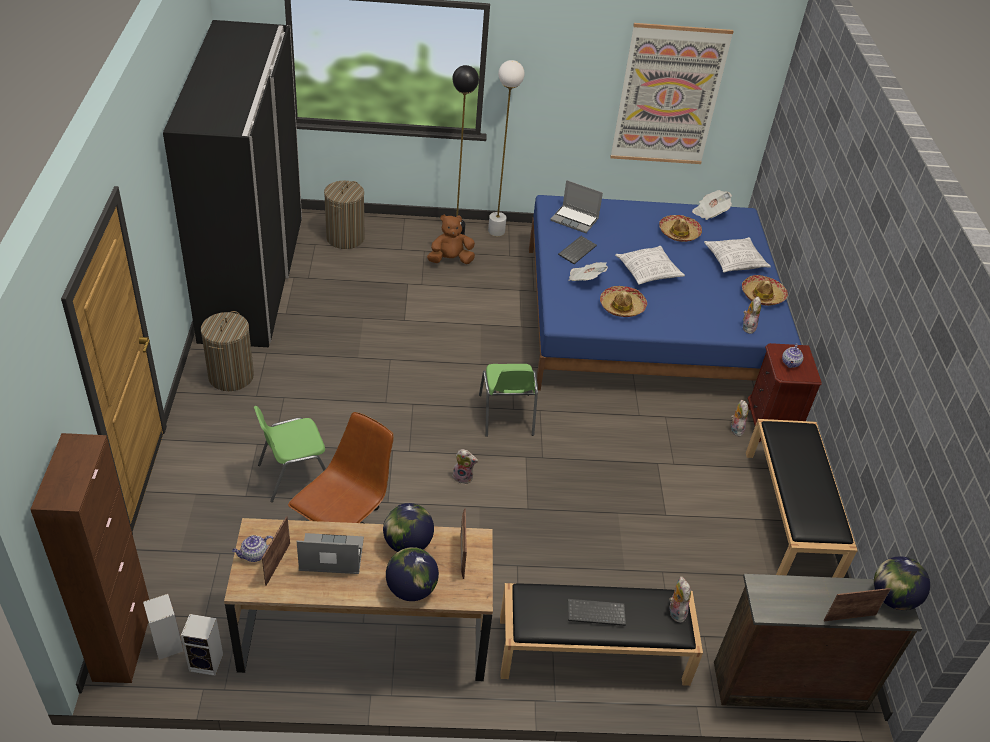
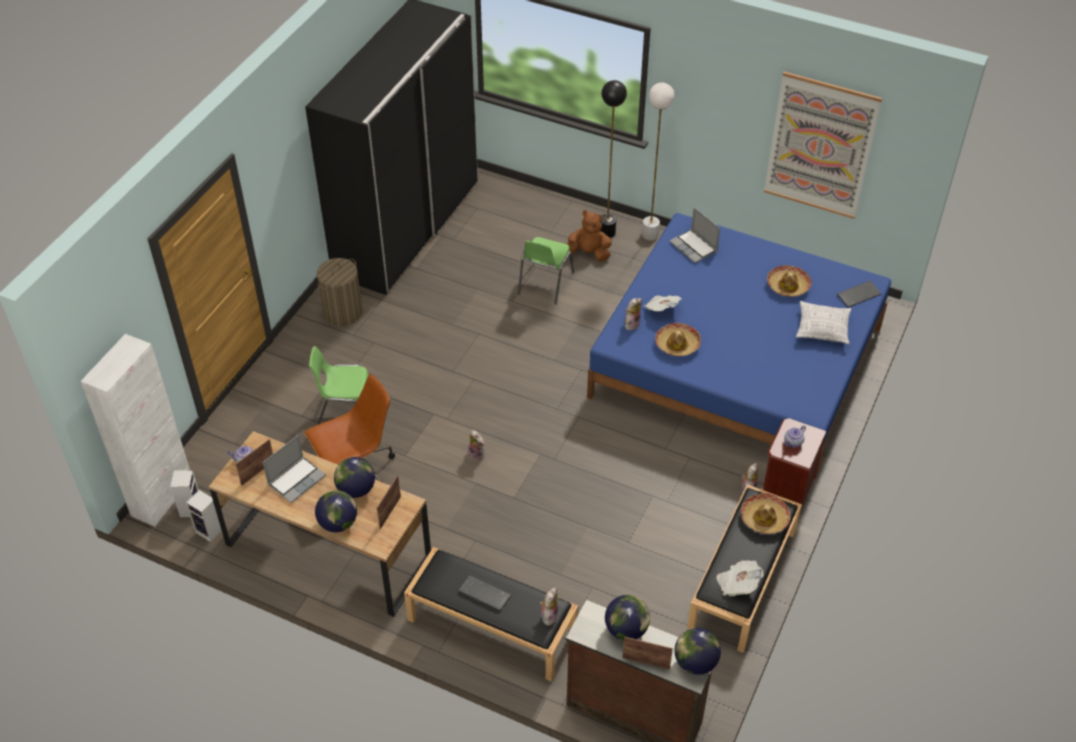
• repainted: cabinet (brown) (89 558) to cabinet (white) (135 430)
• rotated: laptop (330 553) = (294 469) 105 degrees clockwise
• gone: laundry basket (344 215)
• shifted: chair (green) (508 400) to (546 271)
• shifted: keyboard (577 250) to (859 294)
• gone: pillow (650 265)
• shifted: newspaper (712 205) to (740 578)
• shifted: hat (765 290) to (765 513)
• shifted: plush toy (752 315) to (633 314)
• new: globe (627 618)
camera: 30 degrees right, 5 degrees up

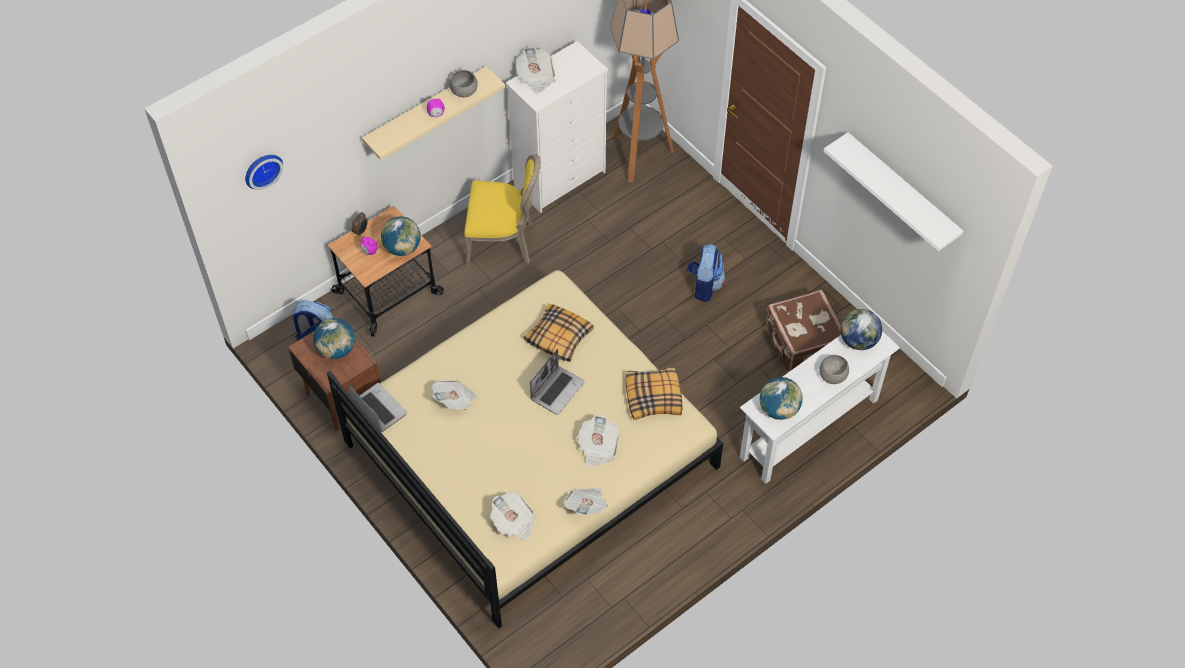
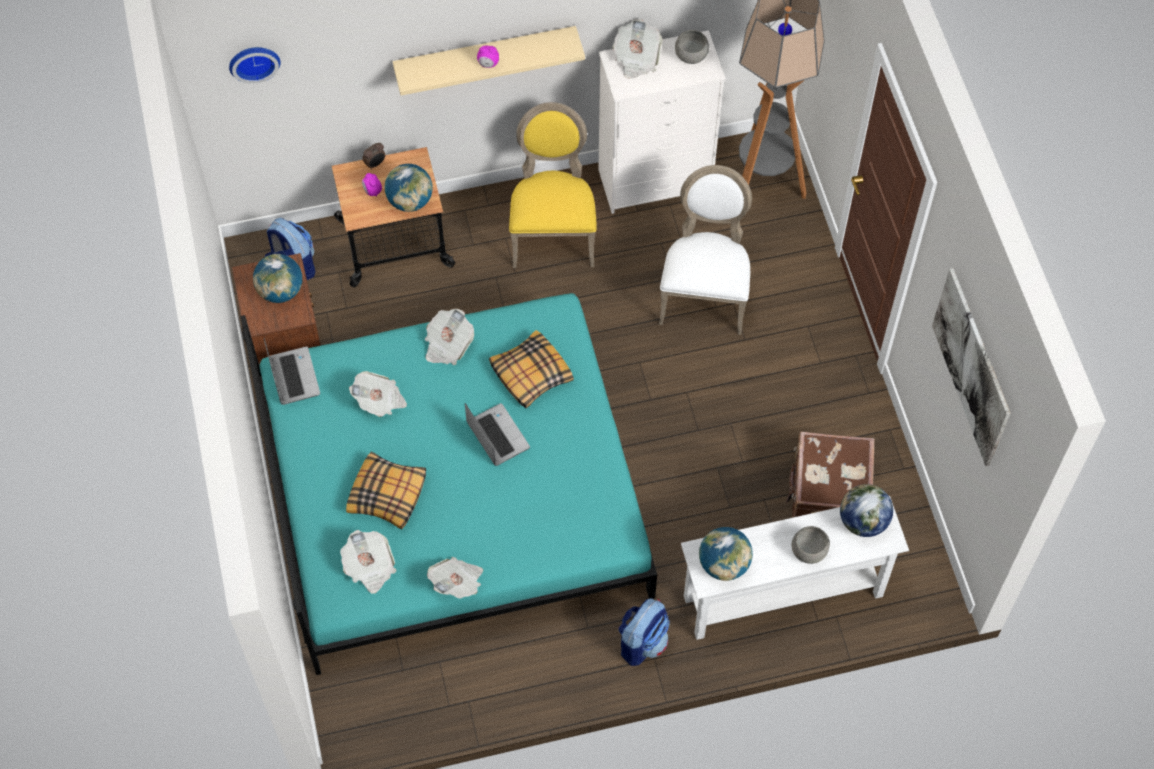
• repainted: bed (beige) (525 449) to bed (turquoise) (448 484)
• shifted: bowl (grey) (463 83) to (692 47)
• rotated: chair (yellow) (503 210) = (553 185) 120 degrees counterclockwise
• rotated: laptop (557 382) = (497 434) 90 degrees counterclockwise
• shifted: newspaper (599 441) to (449 337)
• shifted: pillow (654 393) to (386 490)
• shifted: backpack (706 273) to (644 632)
• swapped: shelf (white) (893 191) to picture (971 367)
• new: chair (white) (705 250)
camera: 25 degrees right, 5 degrees up

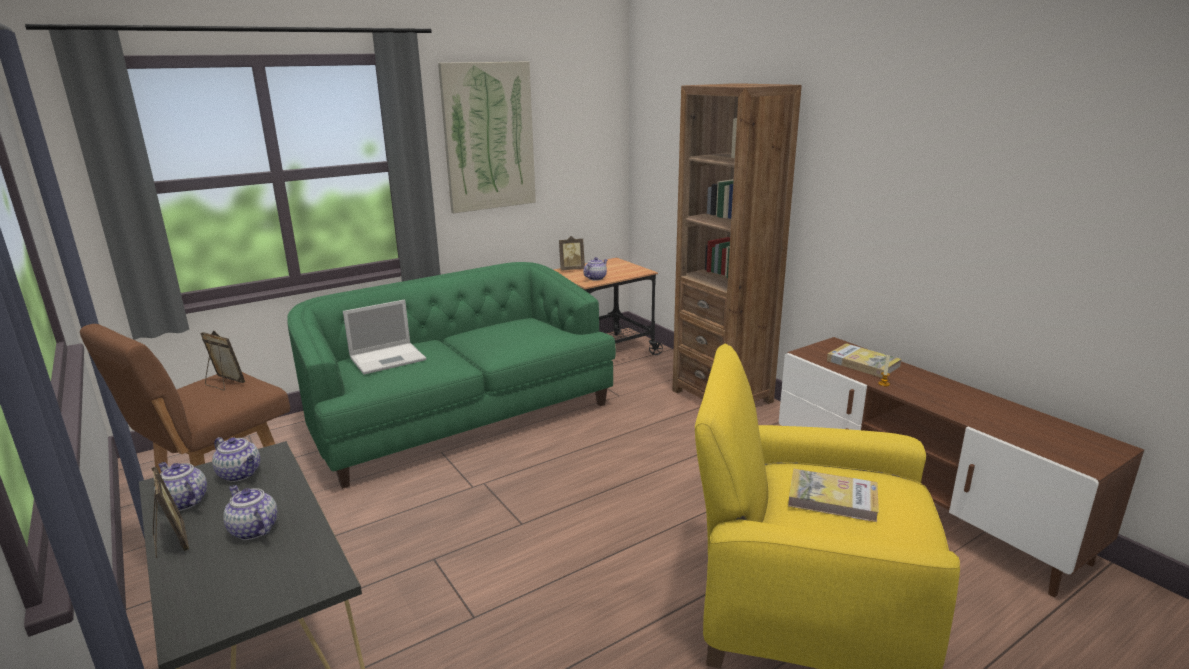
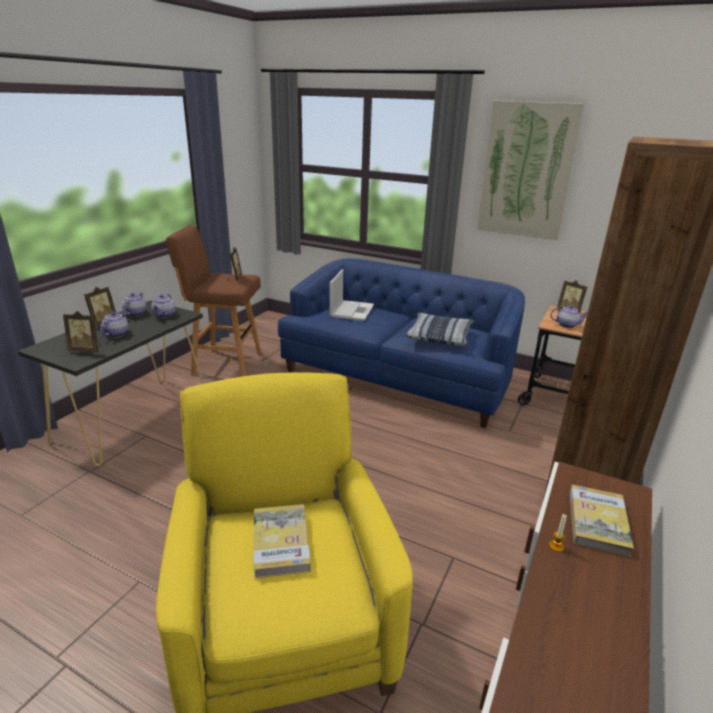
• repainted: sofa (green) (451 375) to sofa (blue) (401 343)
• rotated: laptop (384 337) = (351 295) 105 degrees counterclockwise
• new: picture frame (82 331)
• new: pillow (439 329)
camera: 60 degrees right, 5 degrees up

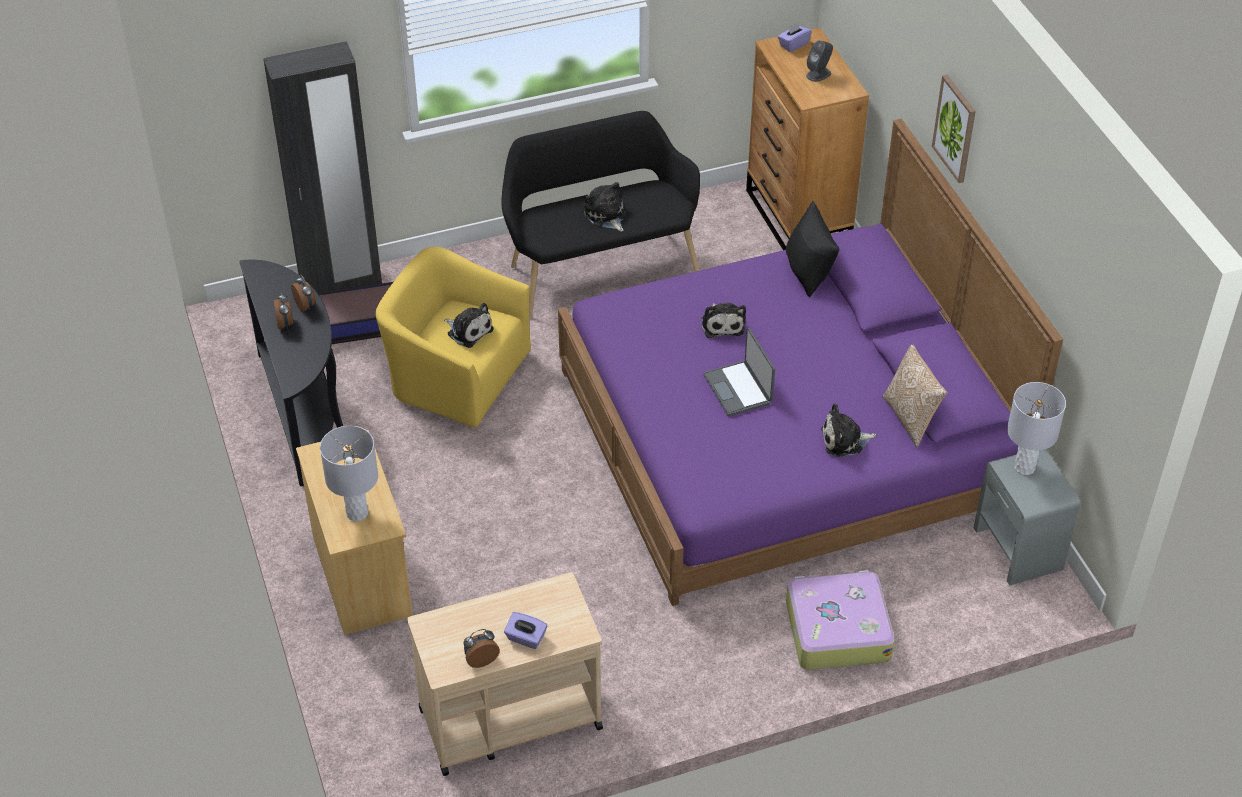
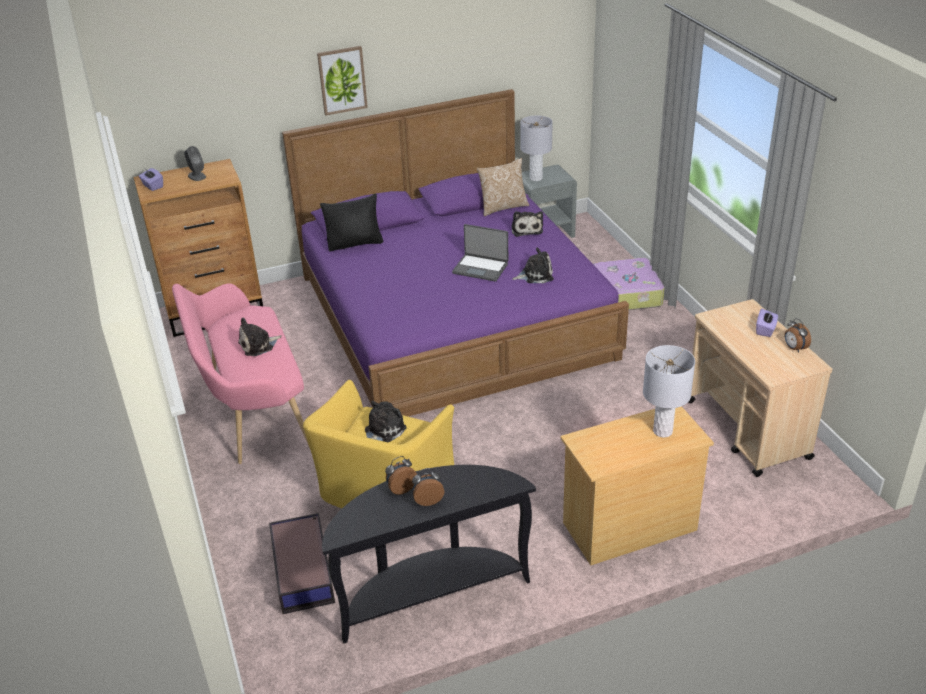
• gone: wardrobe (black) (322 167)
• repainted: bench (black) (600 215) to bench (pink) (241 373)
• shifted: plush toy (724 320) to (533 265)
• rotated: laptop (739 372) = (480 253) 45 degrees clockwise
camera: 90 degrees left, 10 degrees down

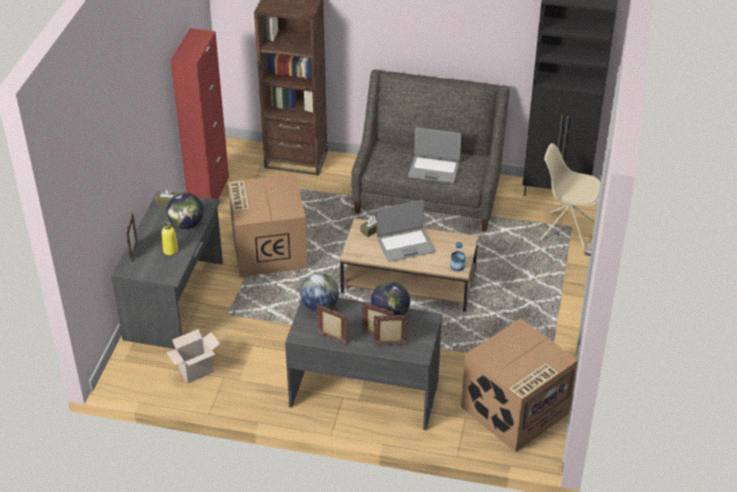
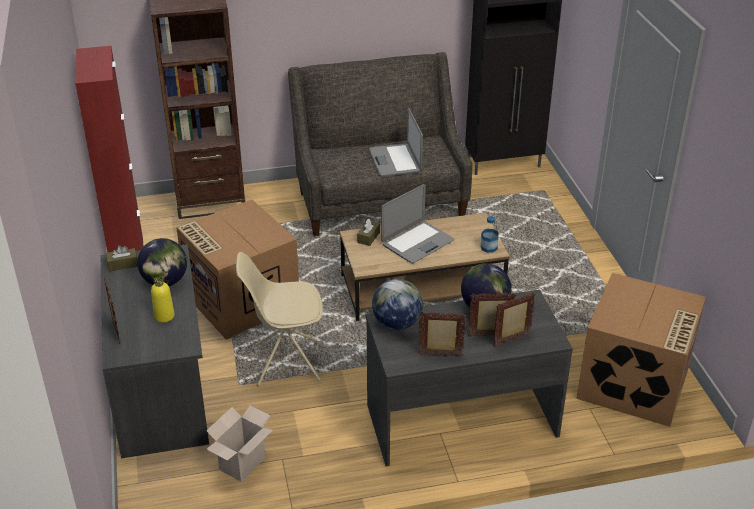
• rotated: laptop (434 155) = (396 142) 90 degrees clockwise
• shifted: chair (beige) (570 196) to (279 319)
camera: 25 degrees left, 5 degrees down

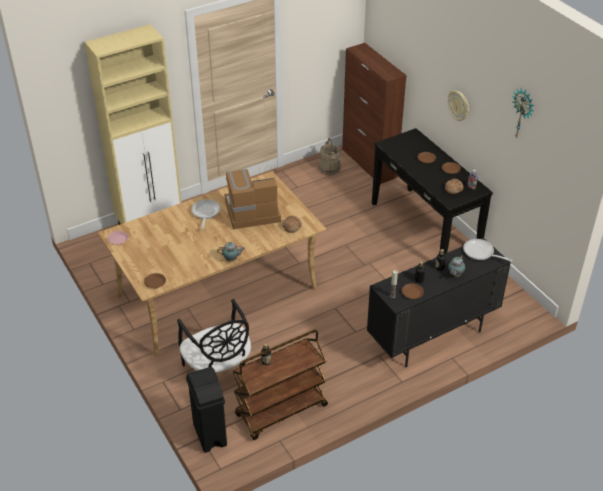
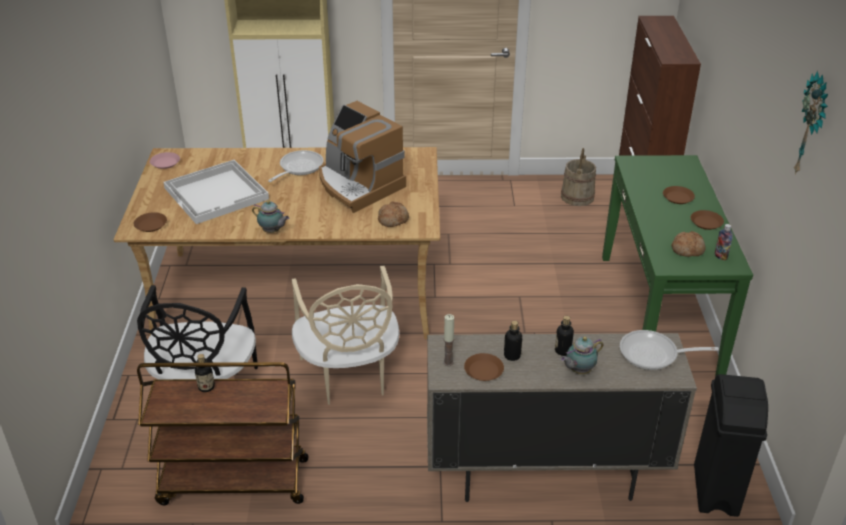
• shifted: trash can (black) (206 410) to (731 445)
• rotated: coffee machine (252 199) = (362 157) 150 degrees counterclockwise
• repainted: cabinet (black) (439 302) to cabinet (beige) (562 417)
• repainted: console table (black) (432 191) to console table (green) (677 266)
• gone: wall clock (458 105)
• rotated: frying pan (488 250) = (669 350) 60 degrees counterclockwise
• new: tray (white) (216 192)
• new: chair (beige) (345 335)
camera: 30 degrees right, 5 degrees down

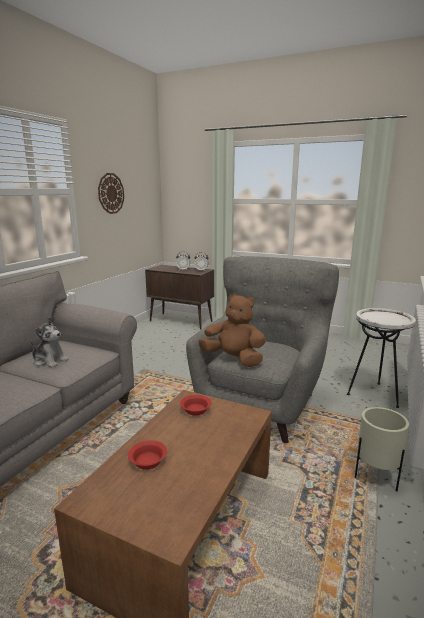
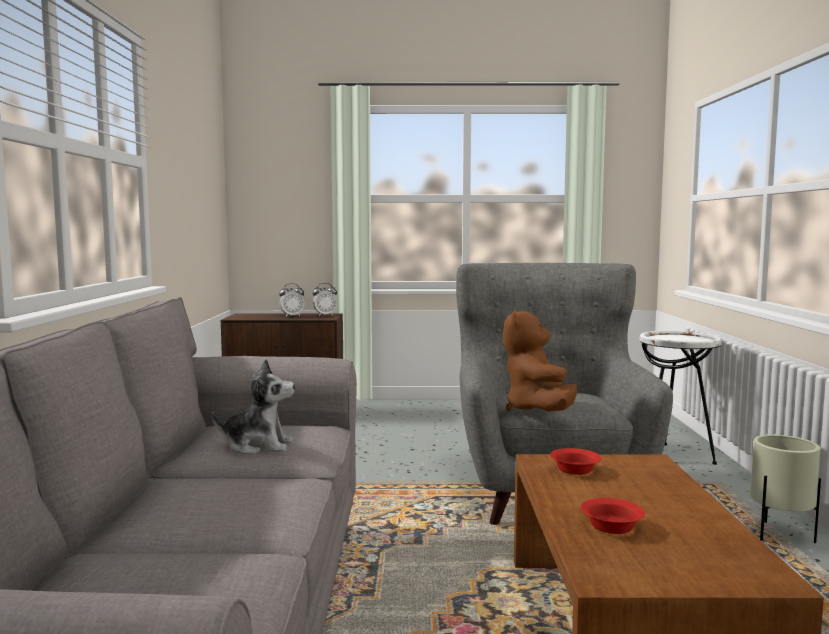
• gone: wall clock (111 193)
• rotated: plush toy (brown) (232 330) = (540 360) 90 degrees counterclockwise
camera: 25 degrees left, 10 degrees down

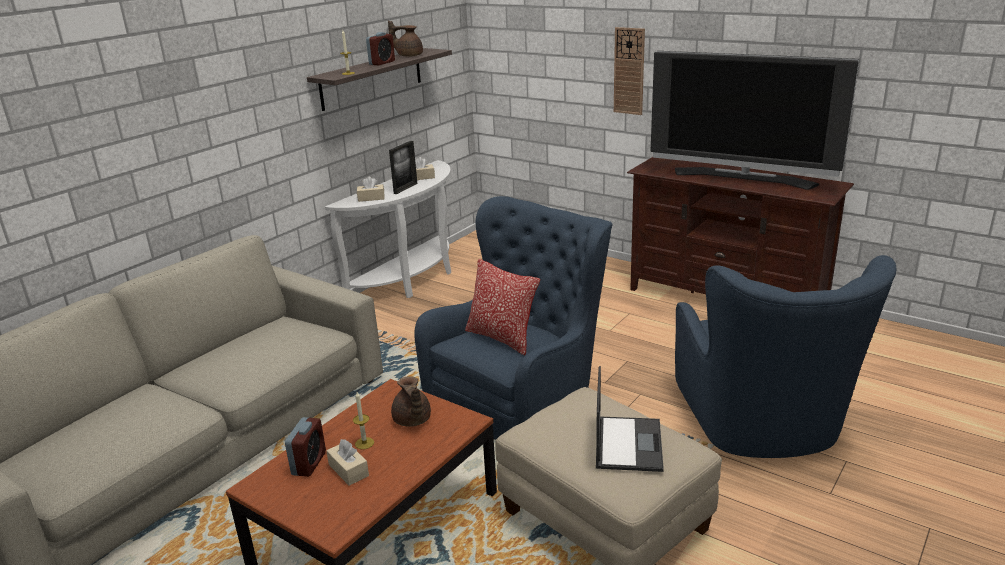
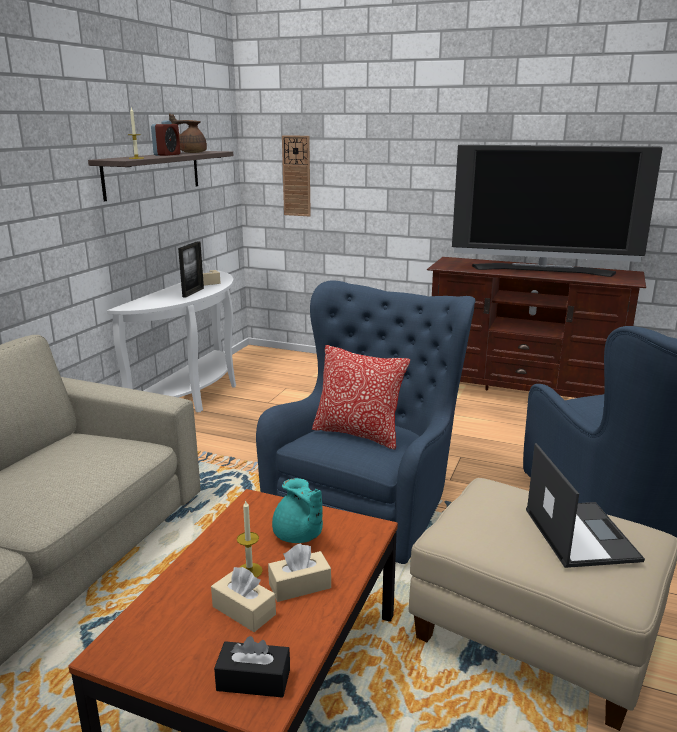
• gone: alarm clock (305 447)
• shifted: tissue box (beige) (370 189) to (299 573)
• repainted: teapot (brown) (411 401) to teapot (turquoise) (297 510)
• shifted: wall clock (629 71) to (296 176)
• new: tissue box (black) (252 667)
camera: 15 degrees left, 5 degrees down

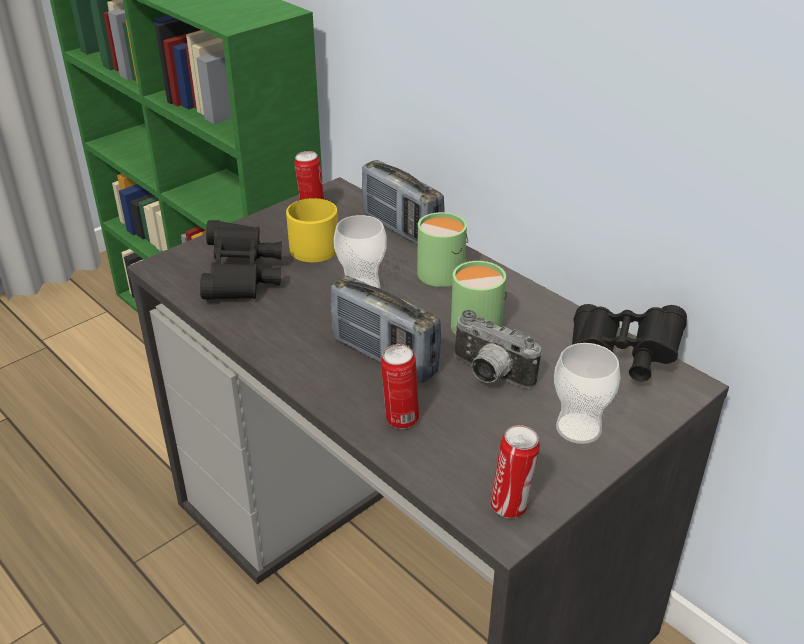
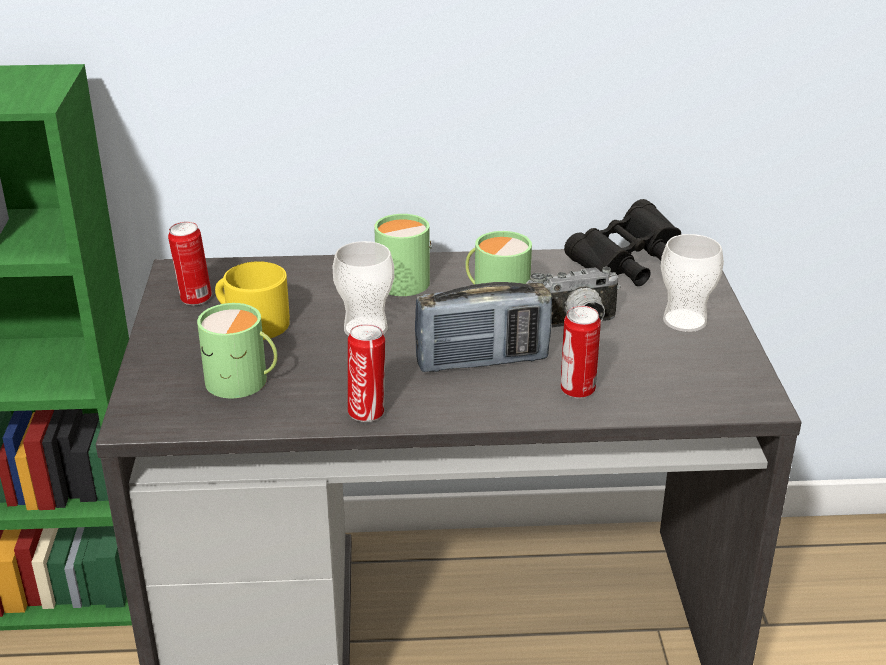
• swapped: binoculars (black) (241 260) to mug (green) (237 350)
• gone: radio (403 202)
• shifted: can (515 471) to (366 373)
camera: 50 degrees left, 5 degrees down

